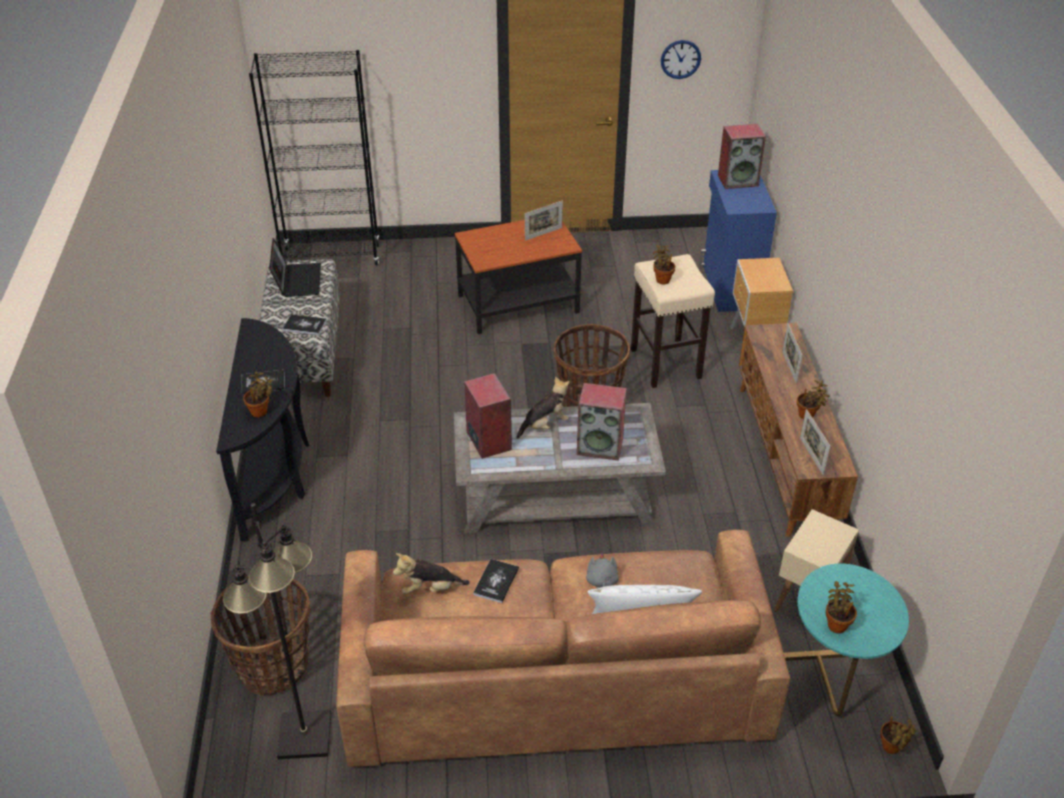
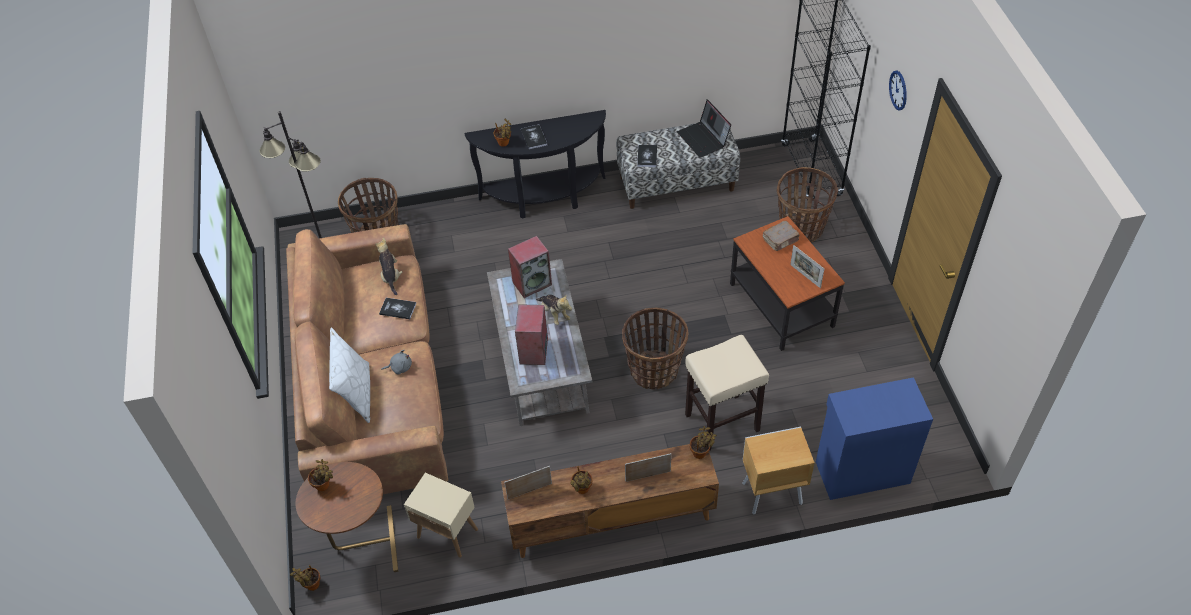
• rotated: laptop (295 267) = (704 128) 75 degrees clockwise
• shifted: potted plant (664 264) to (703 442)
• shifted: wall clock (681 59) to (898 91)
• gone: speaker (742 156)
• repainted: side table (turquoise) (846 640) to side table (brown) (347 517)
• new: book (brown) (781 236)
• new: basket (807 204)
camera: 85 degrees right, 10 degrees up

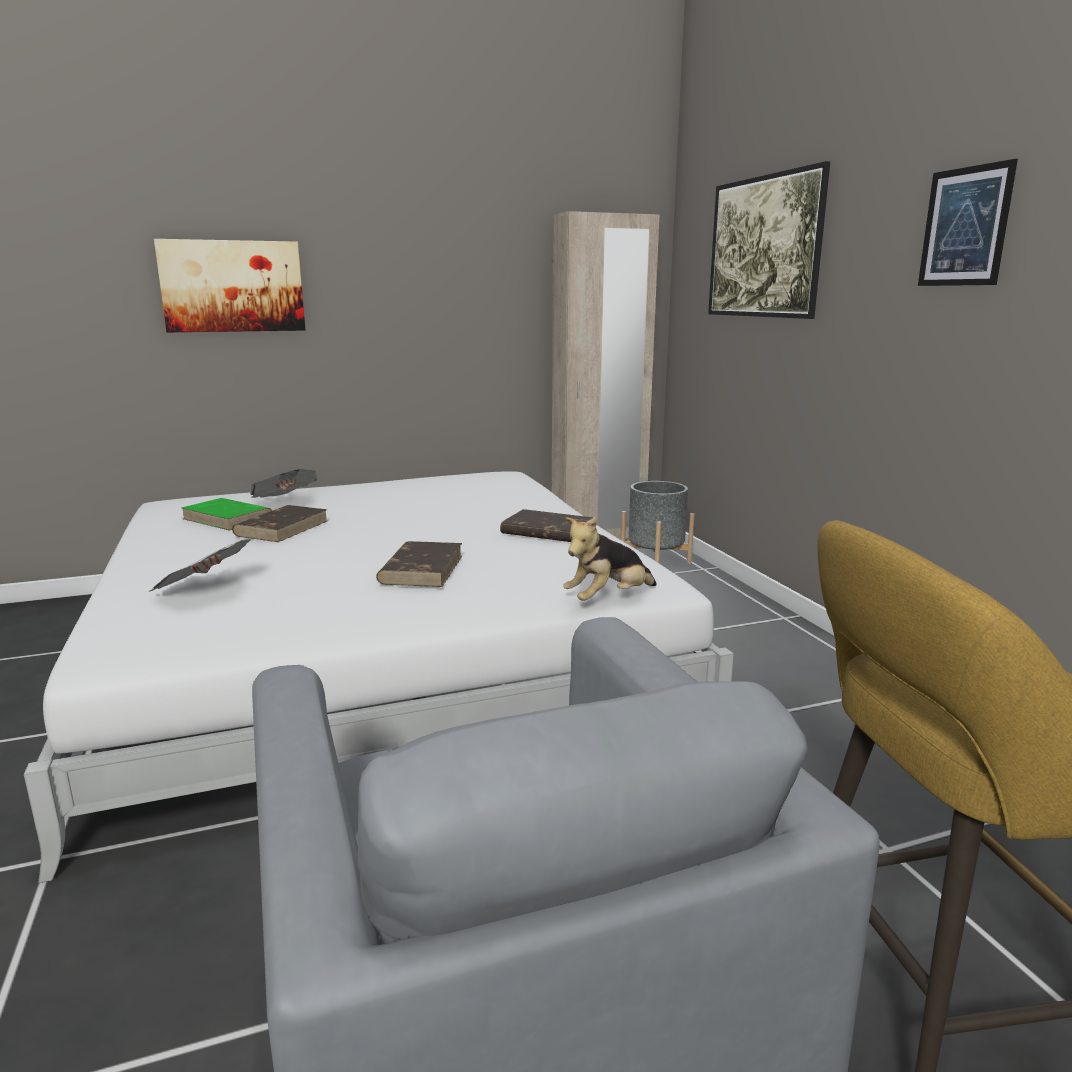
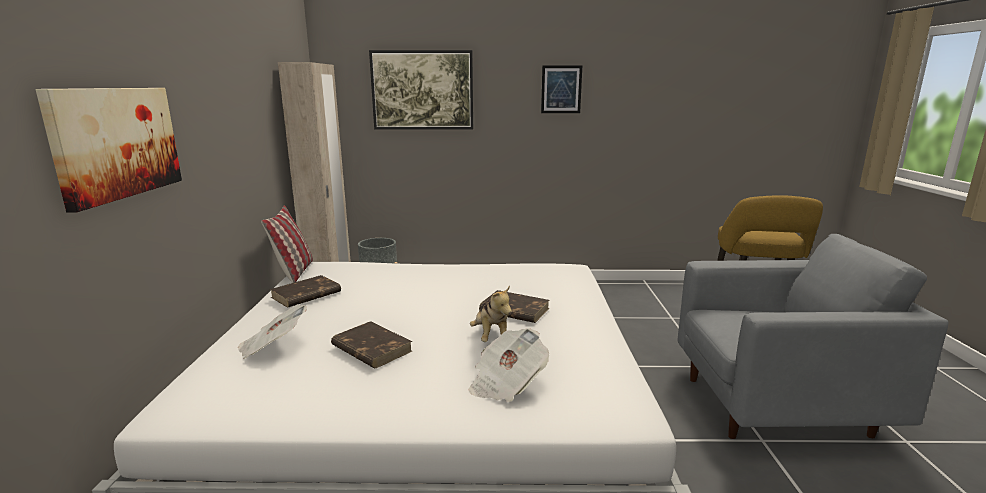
• gone: book (green) (227 514)
• shifted: book (brown) (546 525) to (305 291)
• shifted: plush toy (610 559) to (491 313)
• new: pillow (287 244)
camera: 70 degrees left, 0 degrees up

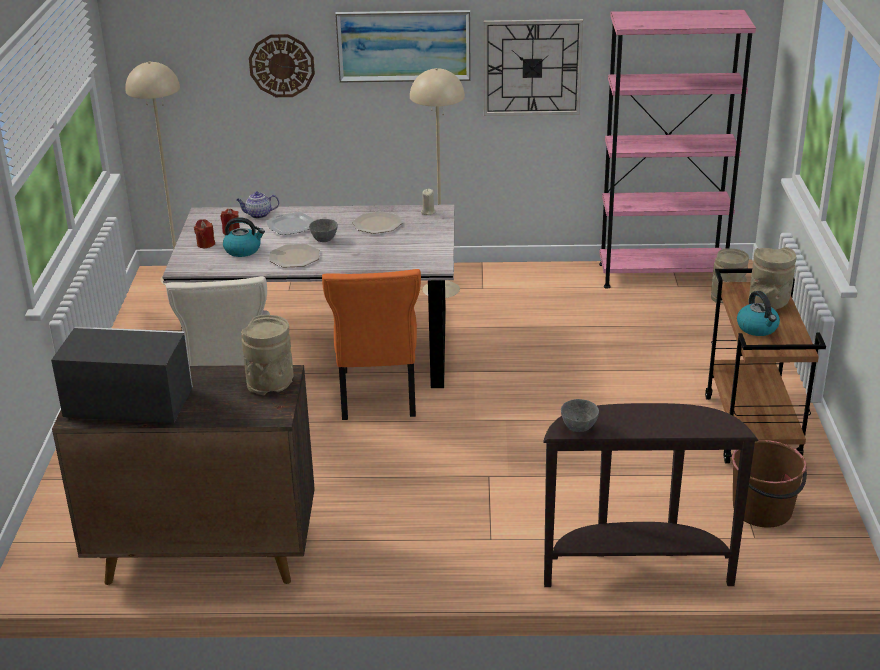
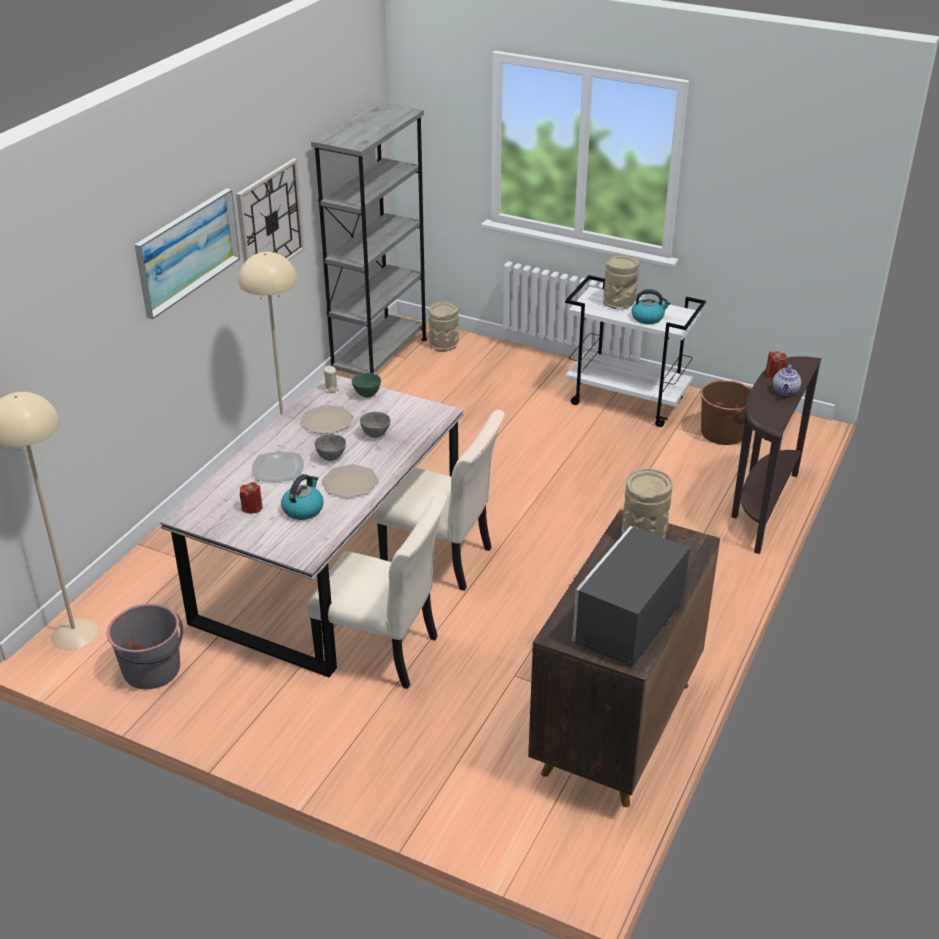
• shifted: candle (red) (204 233) to (776 364)
• shifted: teapot (257 205) to (787 380)
• gone: wall clock (282 65)
• repainted: chair (orange) (371 344) to chair (beige) (440 500)
• shifted: bowl (grey) (580 415) to (375 425)
• repainted: bookcase (pink) (677 149) to bookcase (grey) (369 238)
• repainted: cart (brown) (765 365) to cart (white) (635 351)
• new: bucket (grey) (145 646)
• new: bowl (green) (366 385)
camera: 65 degrees left, 5 degrees up

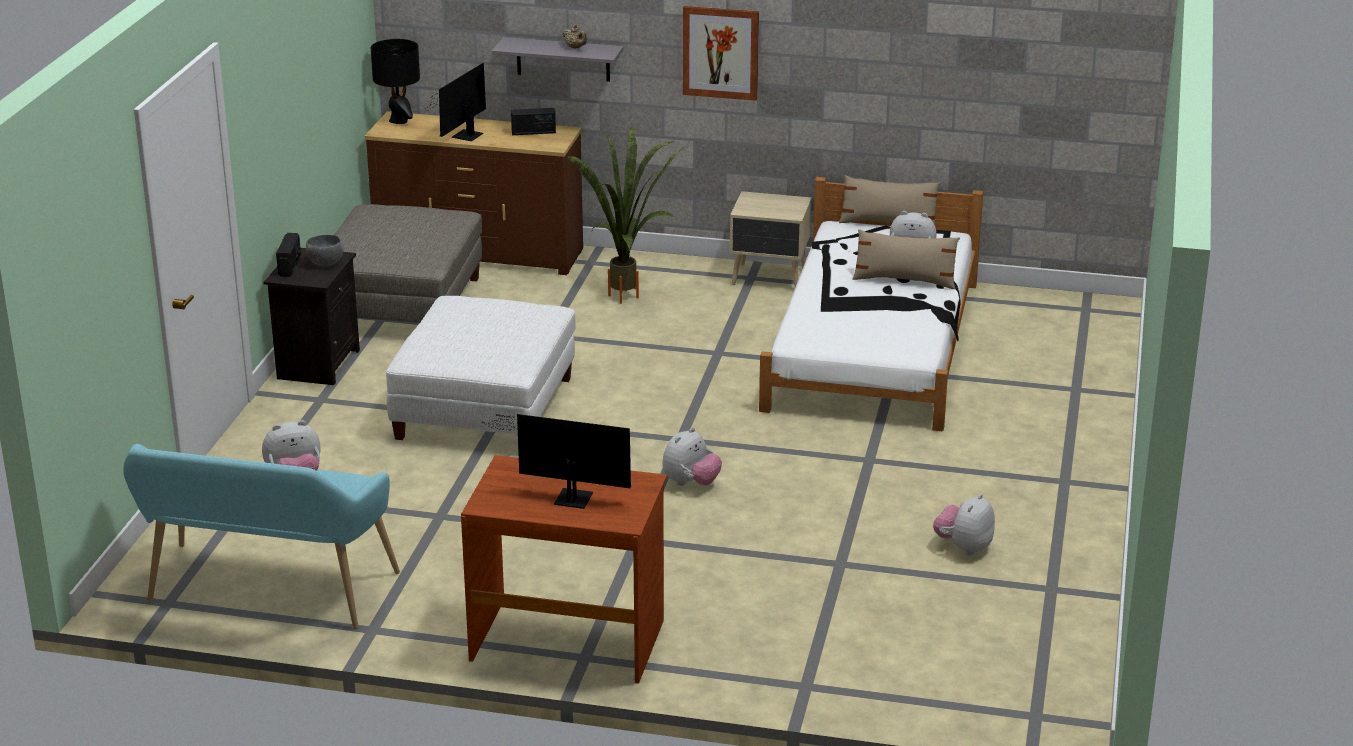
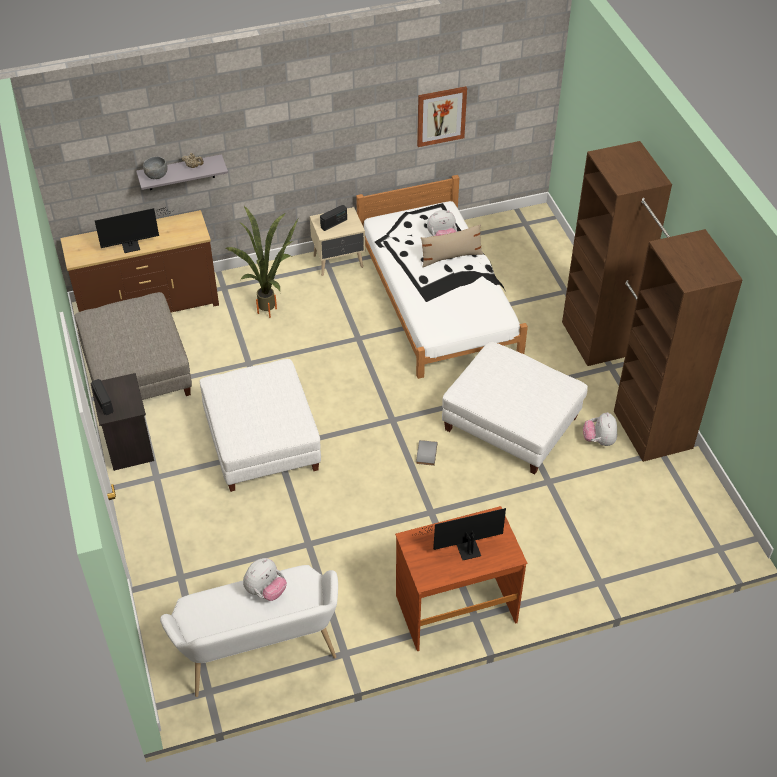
• repainted: bench (turquoise) (262 536) to bench (white) (249 631)
• shifted: bowl (grey) (325 250) to (155 168)
• gone: table lamp (black) (395 81)
• rotated: monitor (457 102) = (132 230) 105 degrees counterclockwise
• shifted: radio (533 121) to (333 218)
• swapped: plush toy (692 456) to book (grey) (426 453)
• shifted: picture (721 53) to (442 116)
• gone: pillow (beige) (889 200)
• new: ottoman (white) (515 408)
• new: wardrobe (brown) (652 301)
camera: 30 degrees left, 20 degrees up

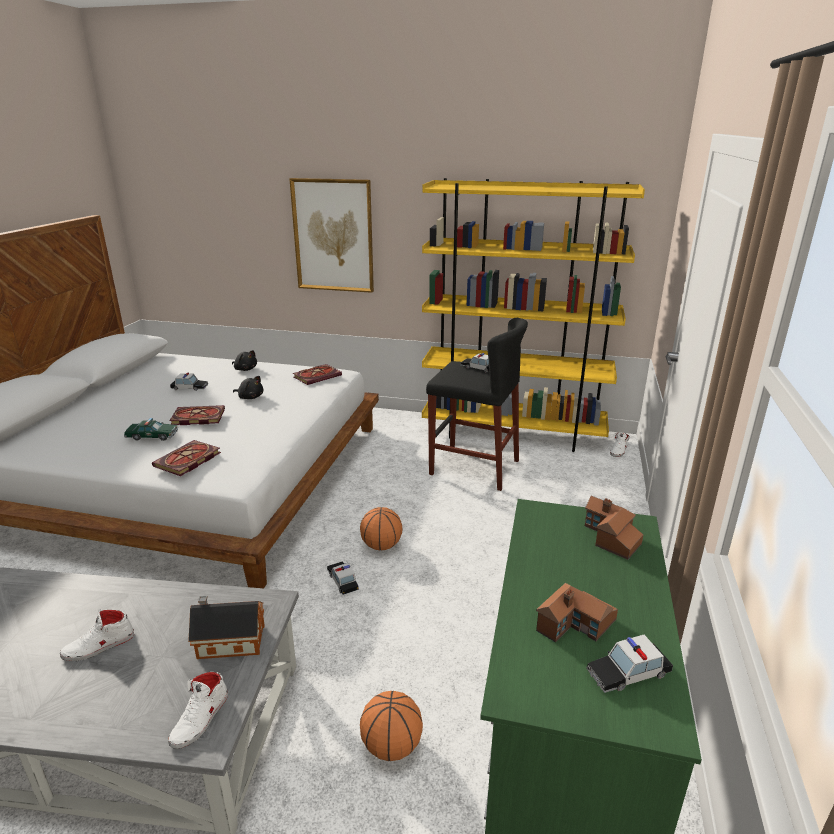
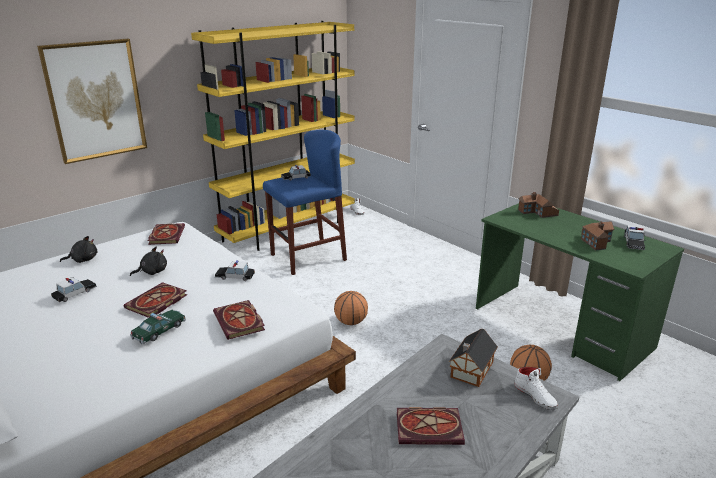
• swapped: shoe (white) (97 635) to book (431 426)
• shifted: toy car (343 578) to (235 270)
• repainted: stool (black) (477 404) to stool (blue) (305 202)
camera: 55 degrees left, 0 degrees up

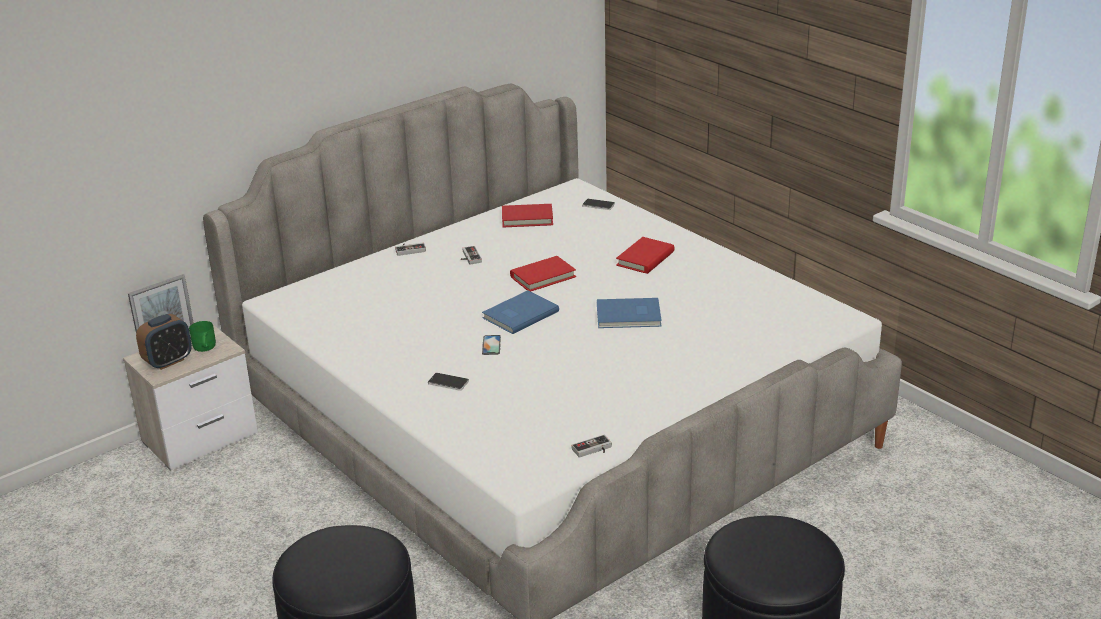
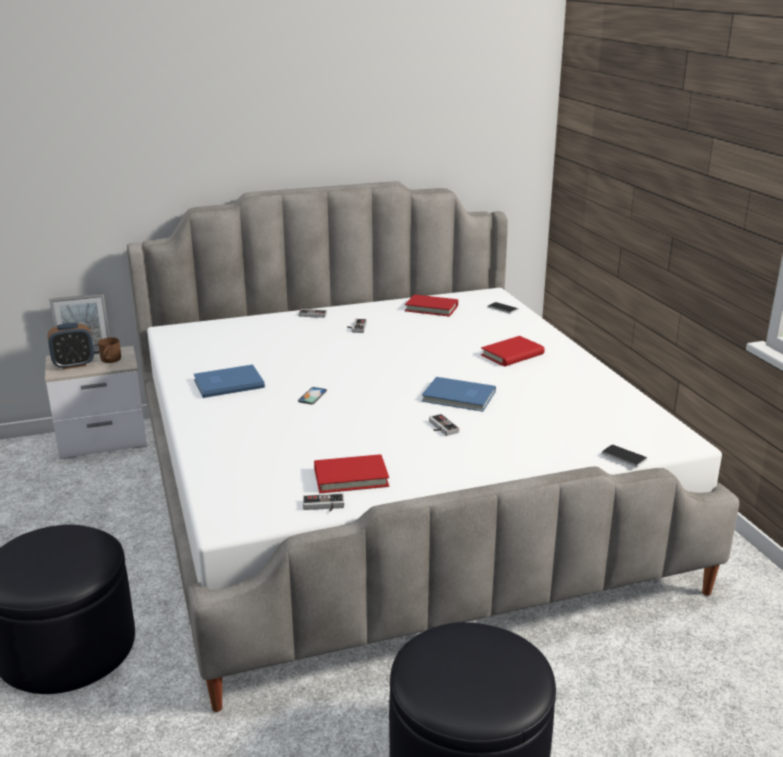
• repainted: mug (green) (202 336) to mug (brown) (109 350)
• shifted: phone (448 382) to (624 456)
• shifted: book (blue) (520 312) to (229 381)
• shifted: book (red) (543 274) to (351 473)
• new: game controller (444 425)
camera: 20 degrees right, 5 degrees down

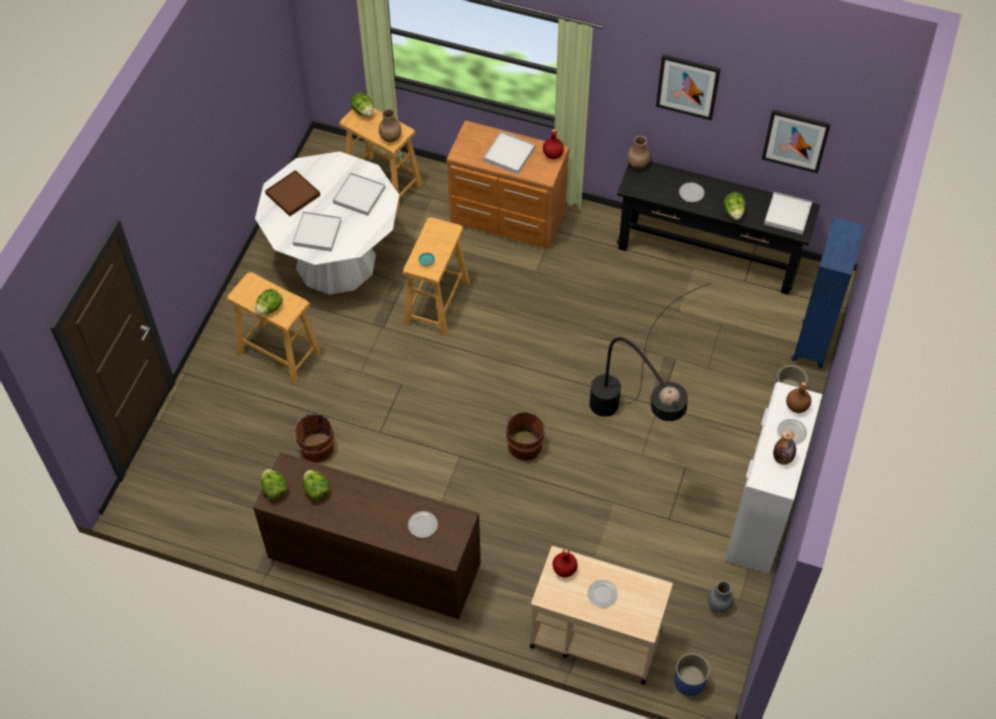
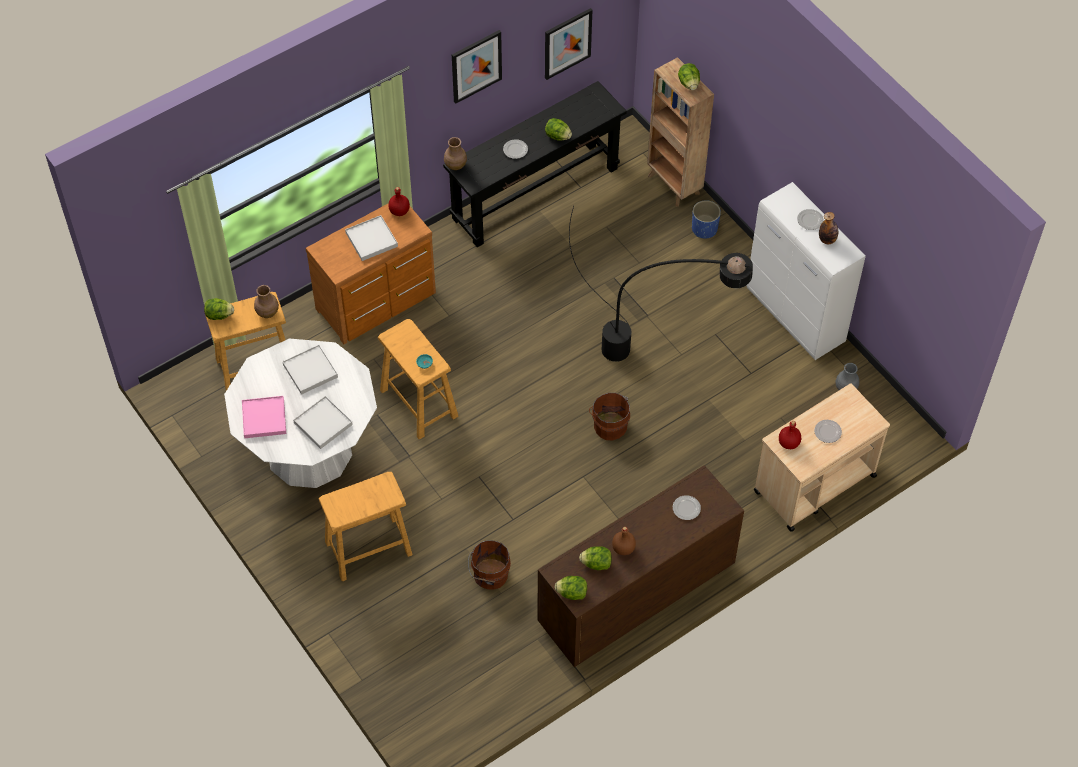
• shifted: lettuce (269 302) to (689 76)
• repainted: tray (brown) (292 193) to tray (pink) (264 417)
• gone: planter (blue) (692 674)
• gone: tray (white) (788 213)
• shifted: bottle (brown) (798 397) to (624 541)
• repainted: bookcase (blue) (828 293) to bookcase (brown) (680 132)
camera: 55 degrees left, 0 degrees up

